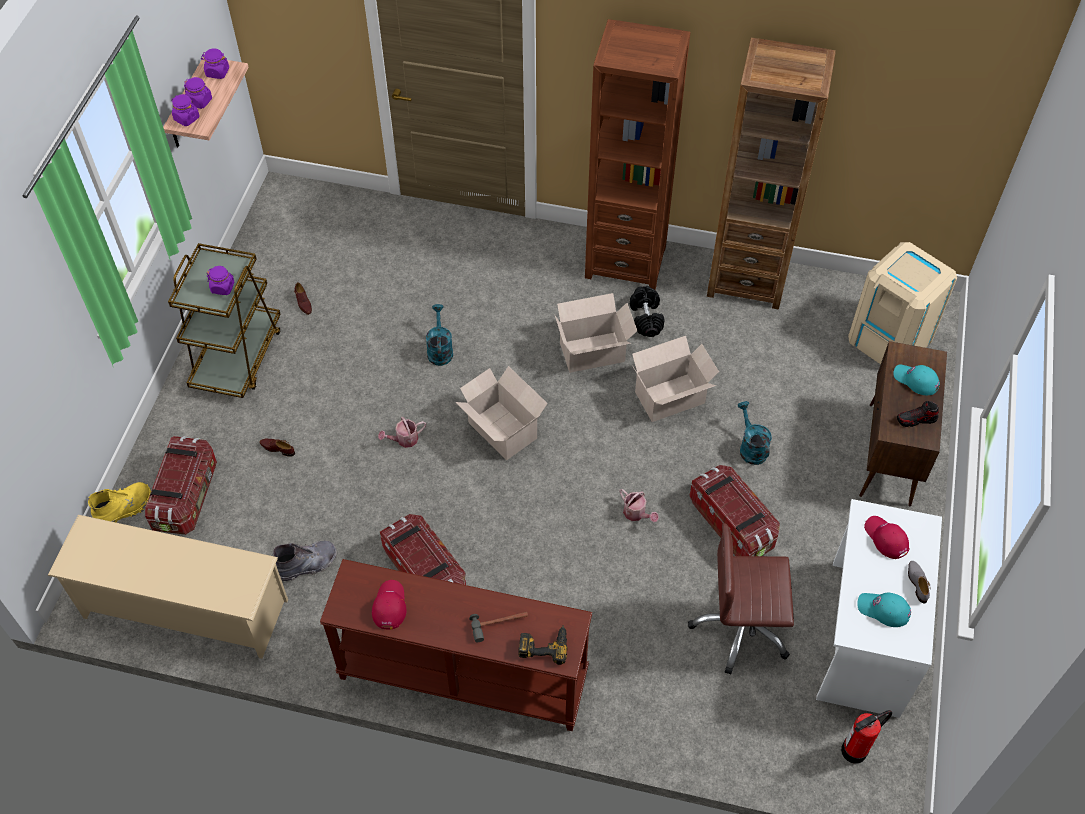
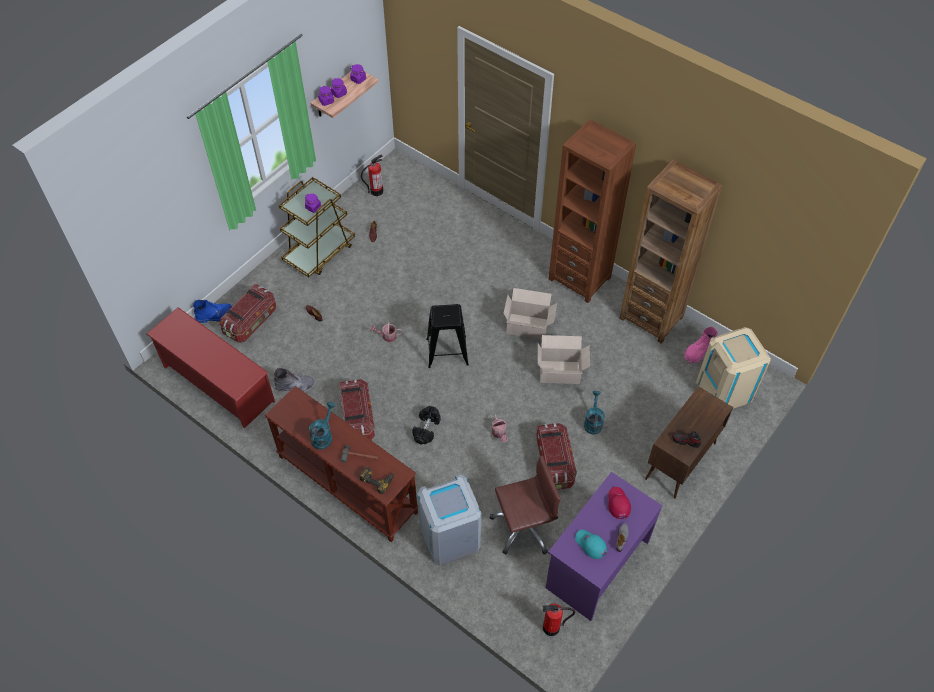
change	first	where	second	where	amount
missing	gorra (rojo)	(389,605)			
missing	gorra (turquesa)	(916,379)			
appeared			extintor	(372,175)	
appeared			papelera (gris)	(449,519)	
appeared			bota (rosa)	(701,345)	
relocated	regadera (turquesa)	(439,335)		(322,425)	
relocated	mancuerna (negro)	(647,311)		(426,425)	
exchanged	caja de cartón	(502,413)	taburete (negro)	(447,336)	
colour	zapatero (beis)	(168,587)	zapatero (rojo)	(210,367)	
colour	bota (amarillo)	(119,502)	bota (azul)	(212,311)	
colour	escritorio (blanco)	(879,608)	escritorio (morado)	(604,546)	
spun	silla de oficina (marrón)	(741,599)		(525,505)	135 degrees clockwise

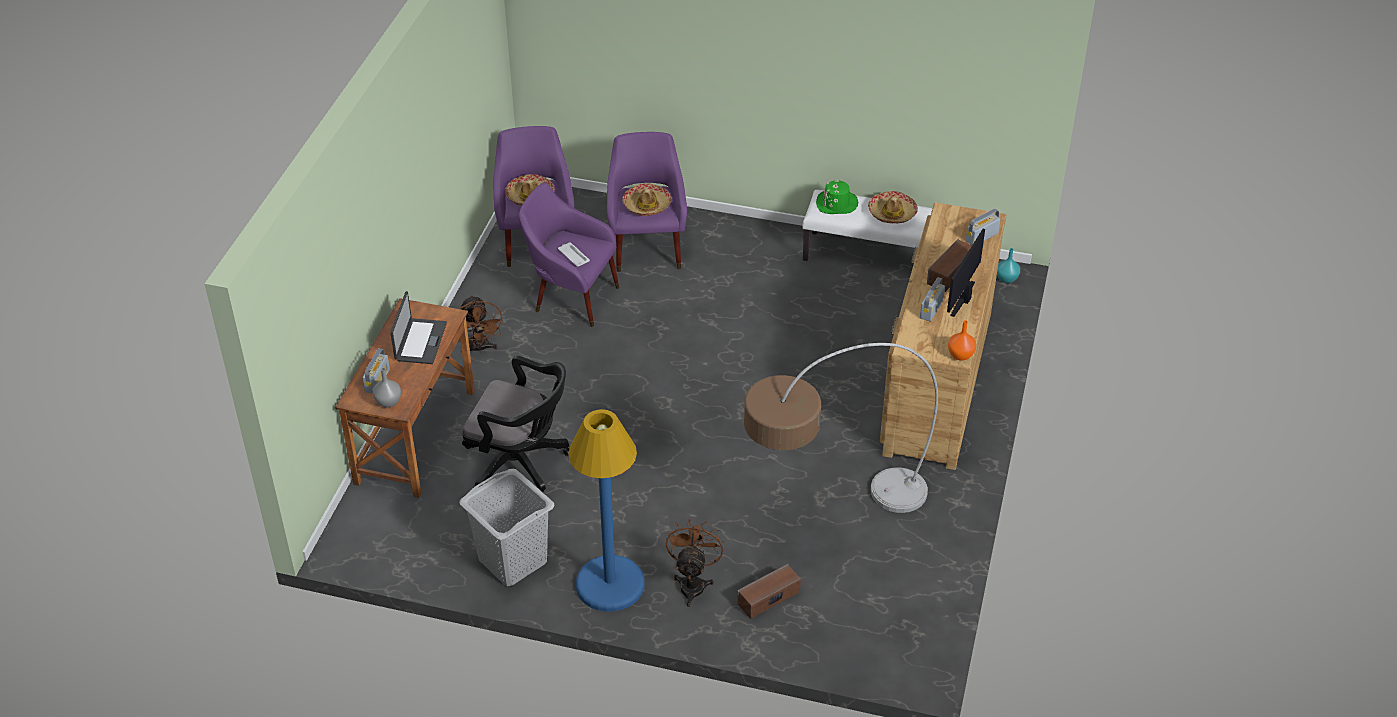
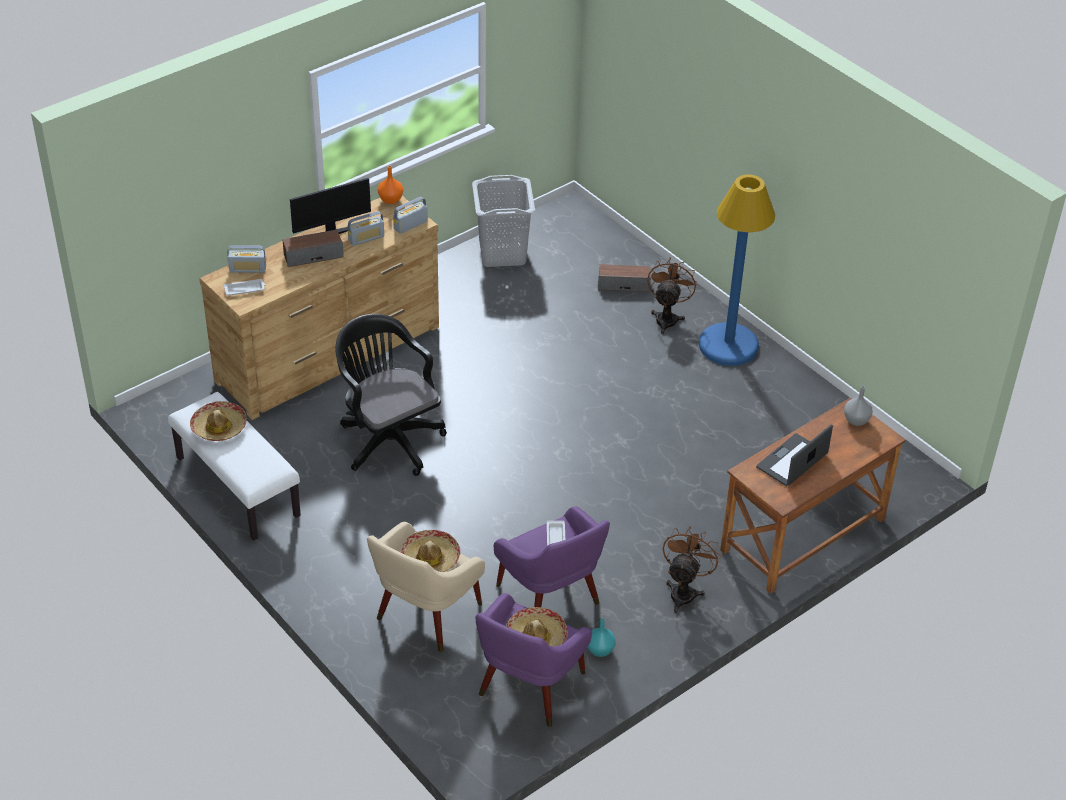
change	first	where	second	where	amount
missing	lámpara de pie	(841,428)			
missing	sombrero (verde)	(837,197)			
appeared			bandeja (blanco)	(245,287)	
relocated	radio	(376,371)		(410,215)	
relocated	cesto de la ropa (gris)	(507,527)		(503,221)	
relocated	silla de oficina (negro)	(515,423)		(391,395)	
relocated	florero (turquesa)	(1008,265)		(602,637)	
colour	sillón (morado)	(647,202)	sillón (beis)	(426,587)	
spun	ventilador (marrón)	(695,563)		(672,295)	150 degrees clockwise

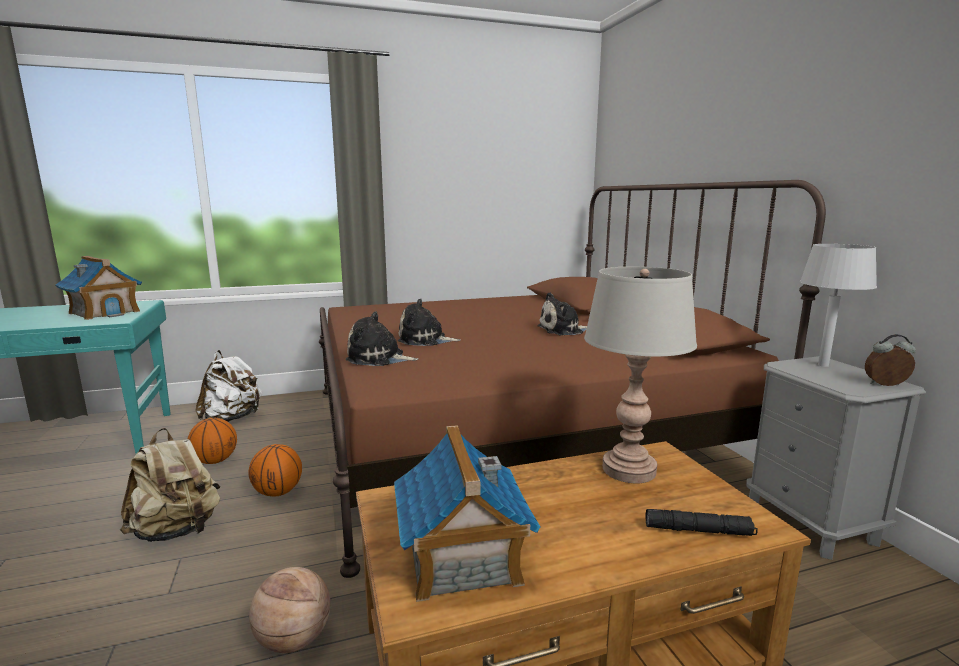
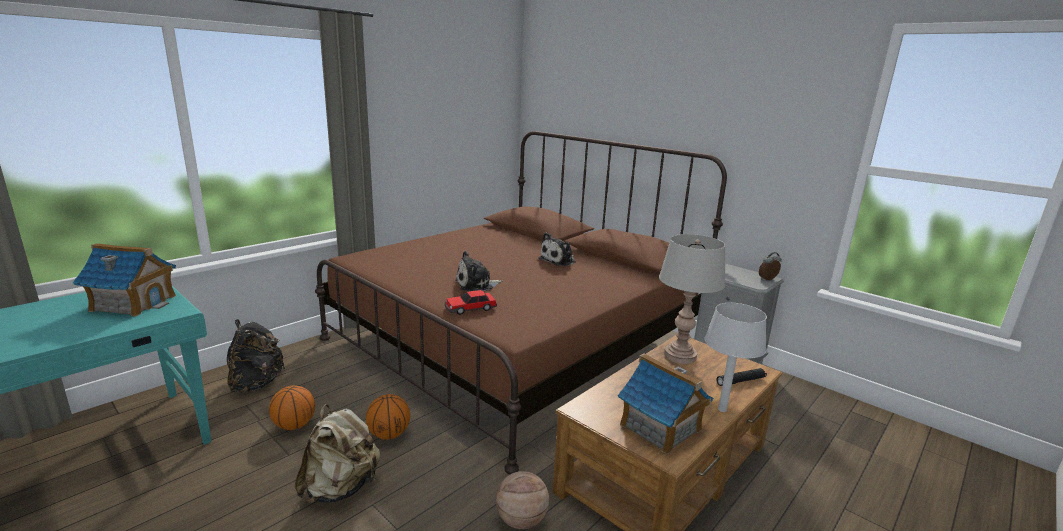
change	first	where	second	where	amount
relocated	lámpara de mesa (gris)	(838,305)		(735,357)	
exchanged	peluche	(381,338)	coche de juguete	(471,302)	
colour	mochila (blanco)	(229,386)	mochila (negro)	(256,356)	

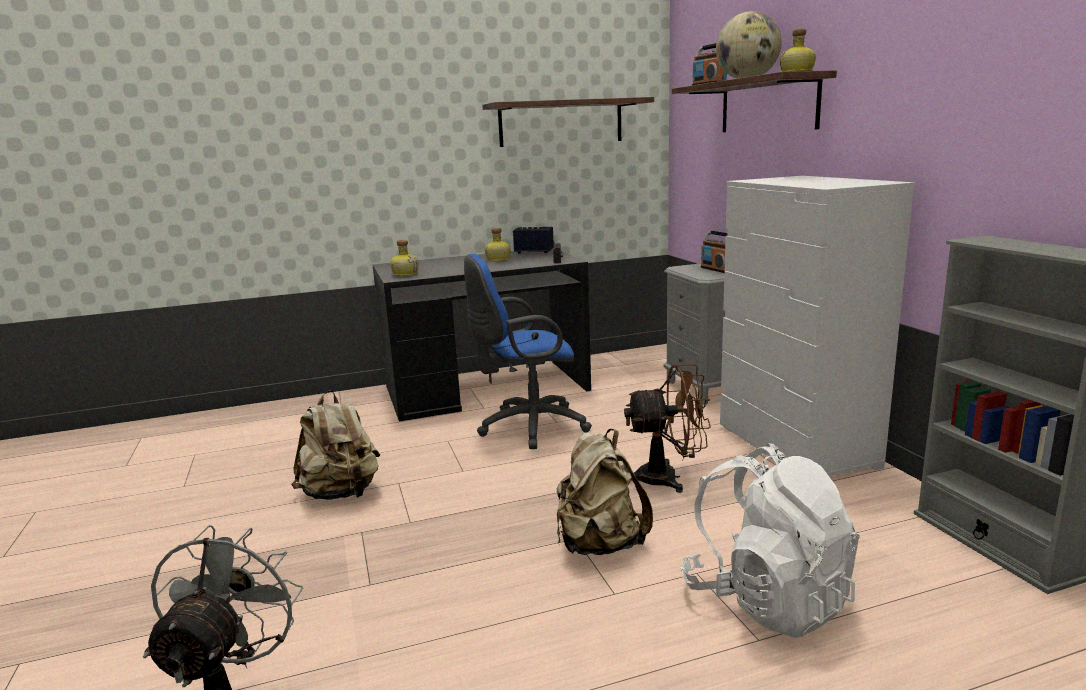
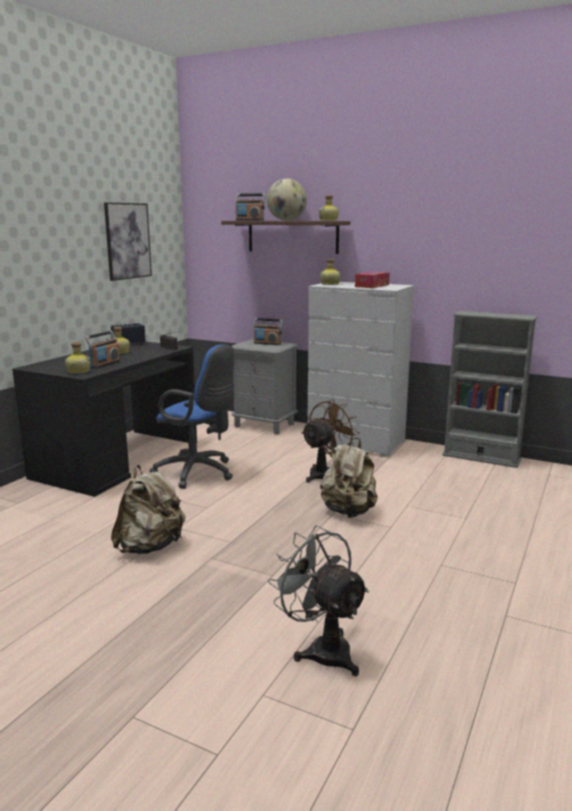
change	first	where	second	where	amount
missing	mochila (blanco)	(770,540)			
appeared			radio	(102,349)	
appeared			botella	(330,272)	
appeared			caja de pañuelos	(372,280)	
exchanged	estante	(568,122)	cuadro	(128,241)	
spun	silla de oficina (azul)	(528,351)		(191,416)	90 degrees counterclockwise

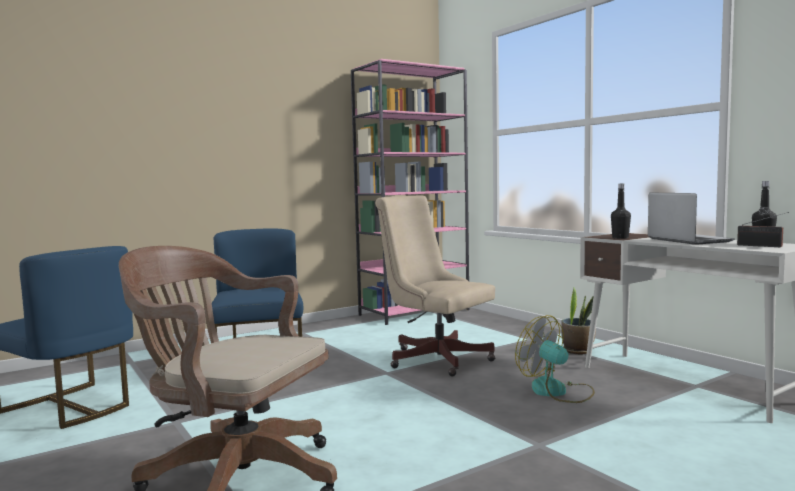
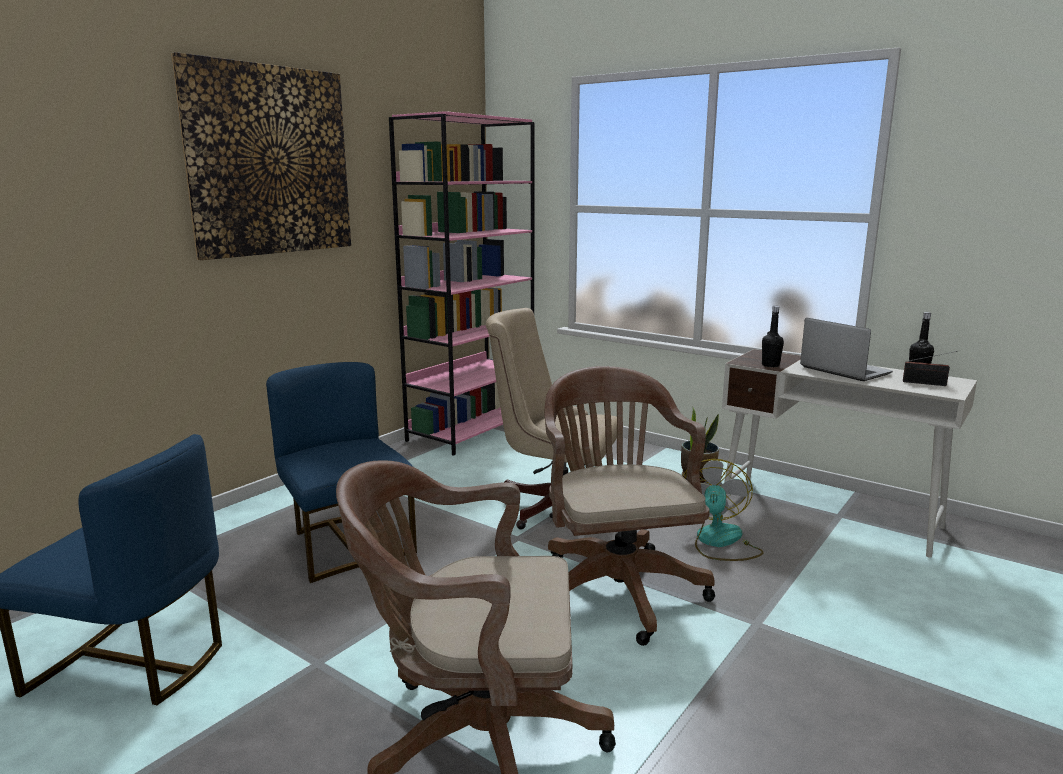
change	first	where	second	where	amount
appeared			cuadro	(261,156)	
appeared			silla de oficina (marrón)	(630,506)	
spun	ventilador	(555,359)		(723,510)	75 degrees clockwise

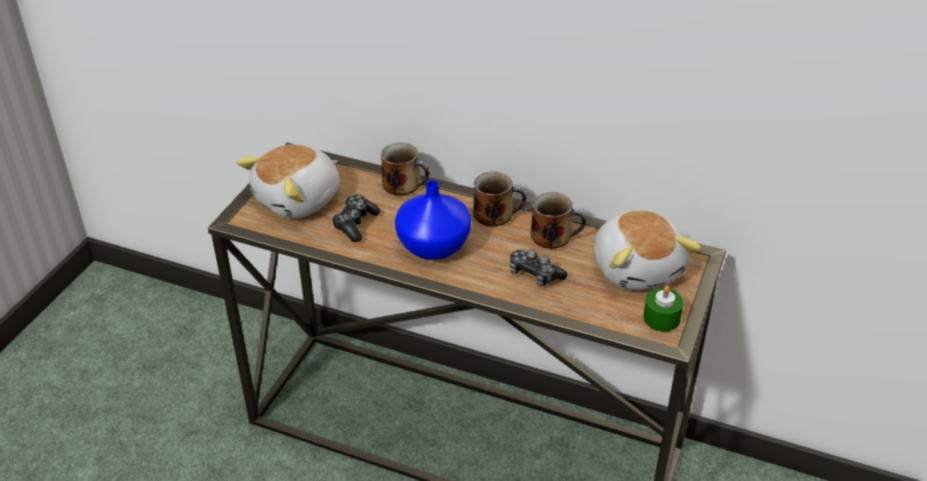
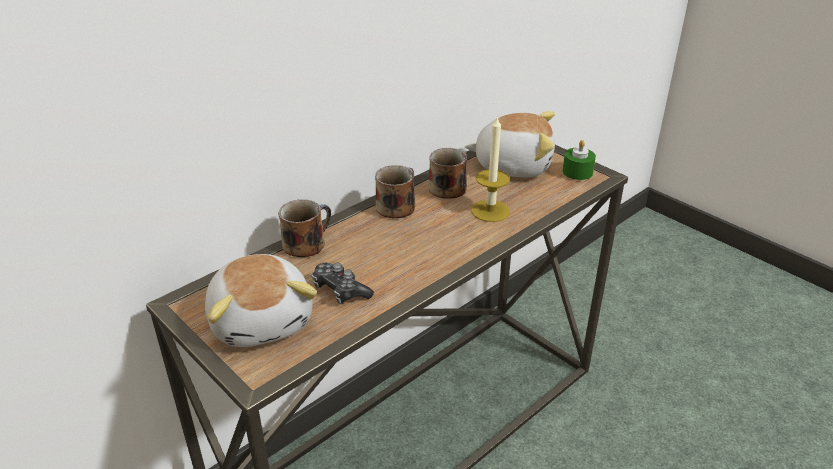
change	first	where	second	where	amount
missing	florero (azul)	(433,220)			
exchanged	mando de consola	(538,268)	vela	(490,168)	

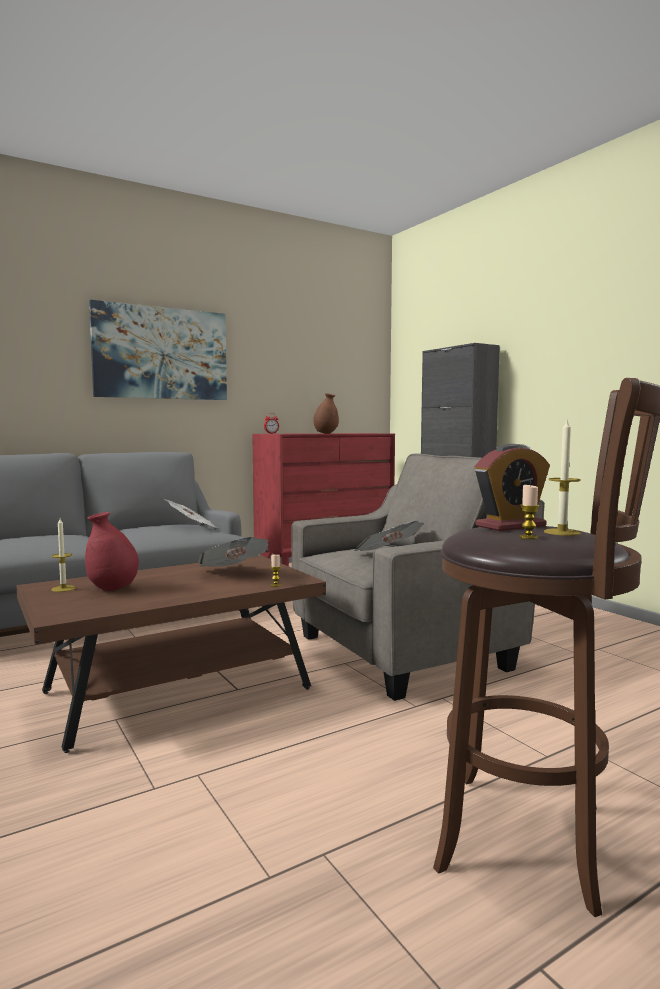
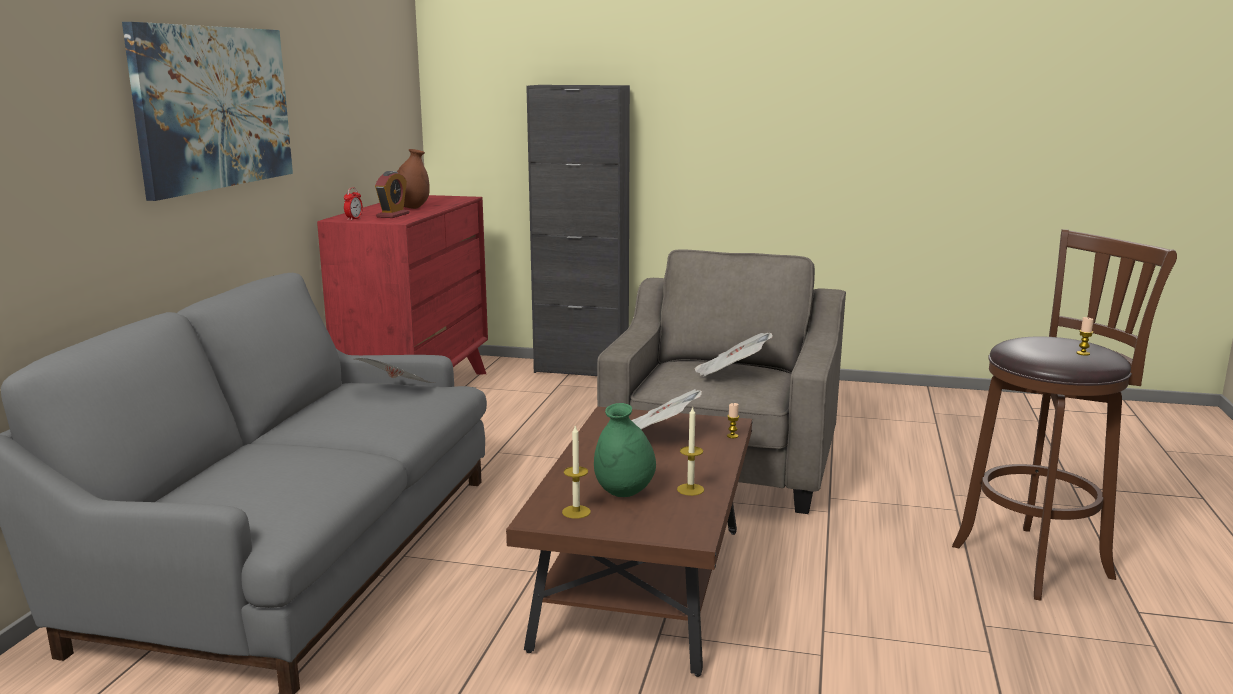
change	first	where	second	where	amount
relocated	despertador	(512,487)		(392,194)	
relocated	vela	(562,478)		(690,451)	
colour	florero (rojo)	(112,551)	florero (verde)	(625,450)	

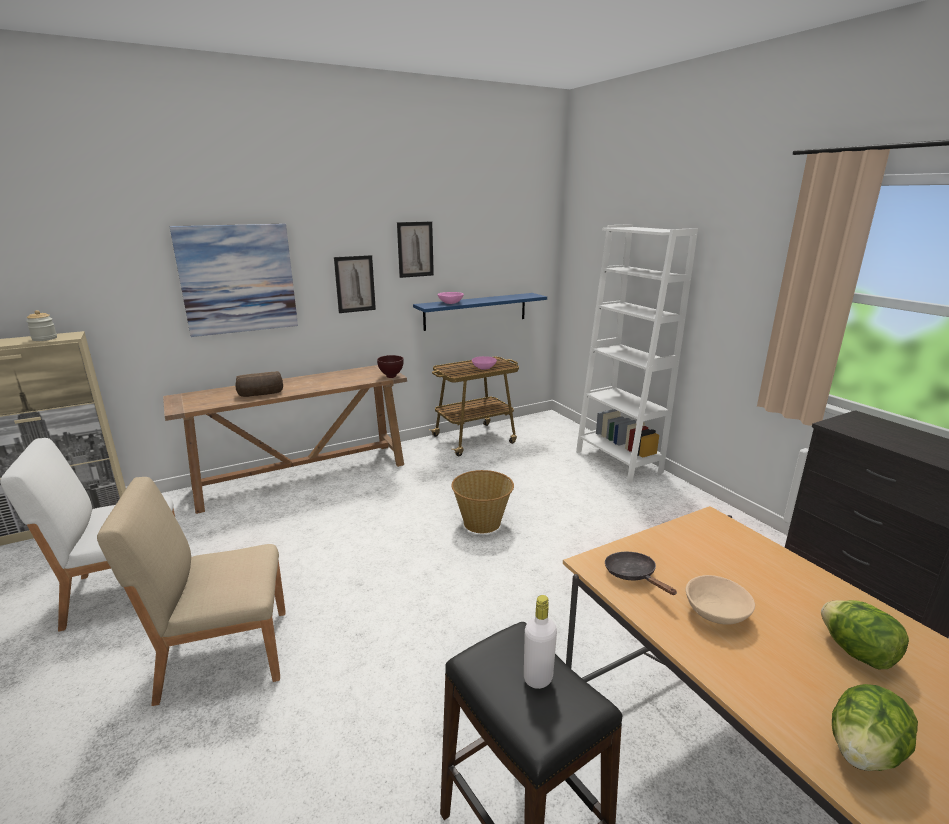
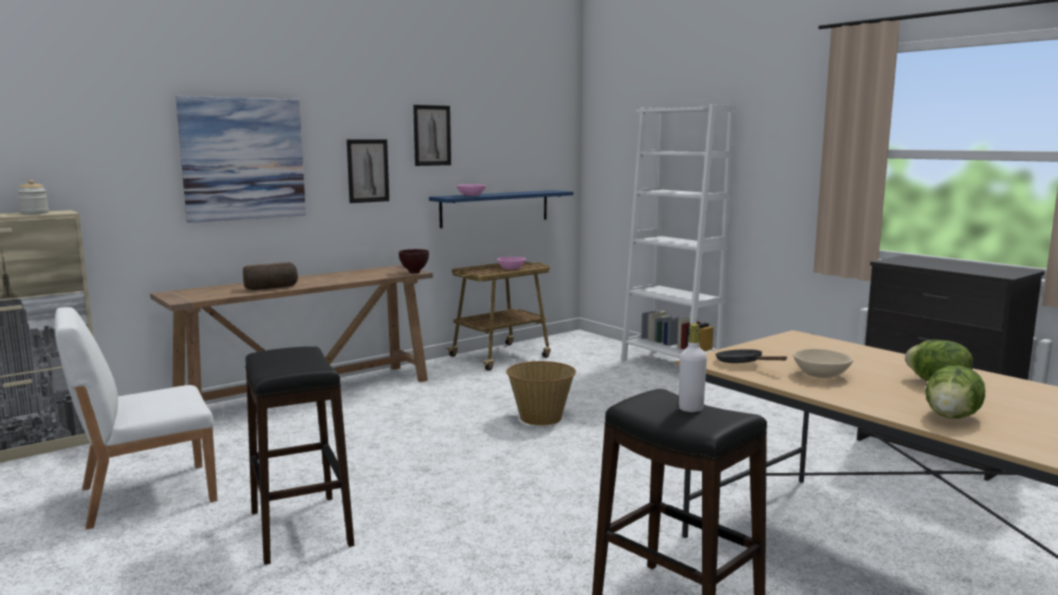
change	first	where	second	where	amount
exchanged	silla (beis)	(191,591)	taburete (negro)	(299,455)	

